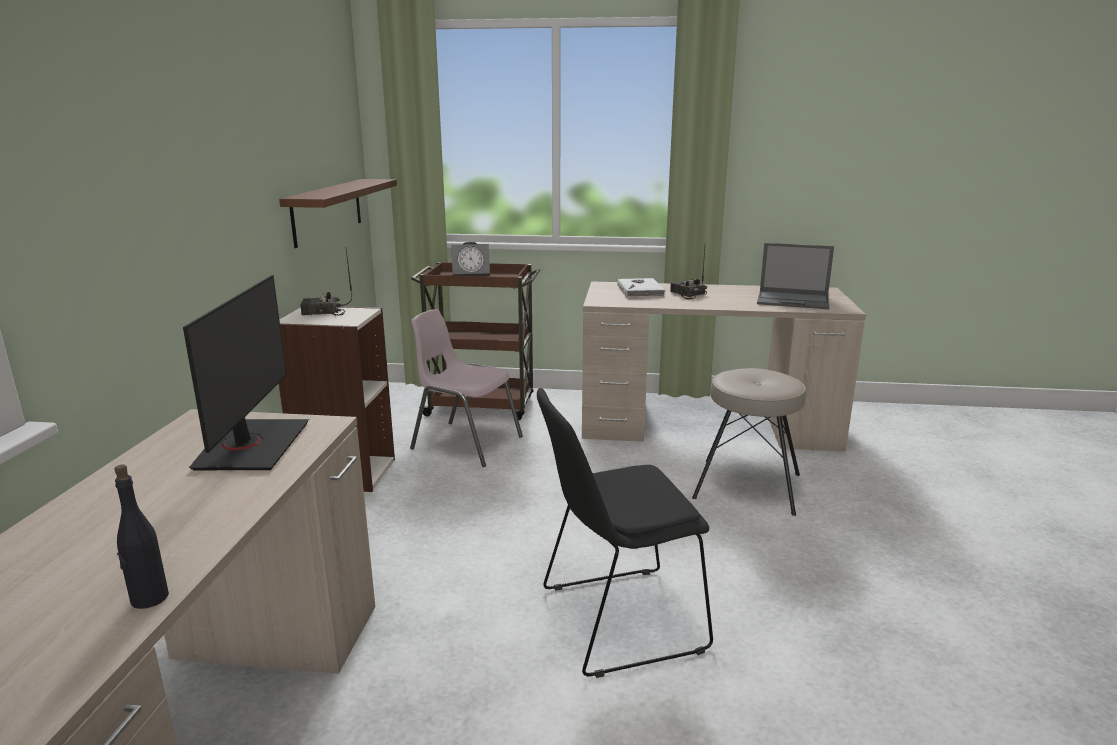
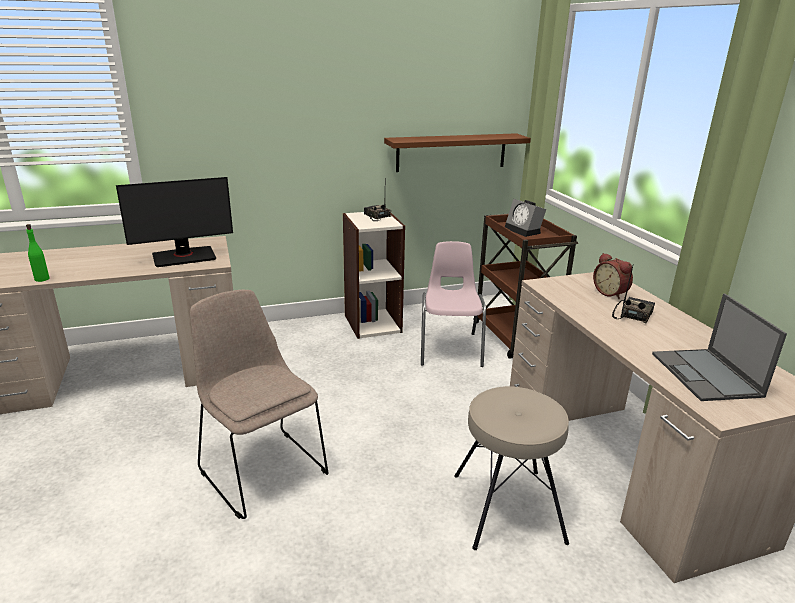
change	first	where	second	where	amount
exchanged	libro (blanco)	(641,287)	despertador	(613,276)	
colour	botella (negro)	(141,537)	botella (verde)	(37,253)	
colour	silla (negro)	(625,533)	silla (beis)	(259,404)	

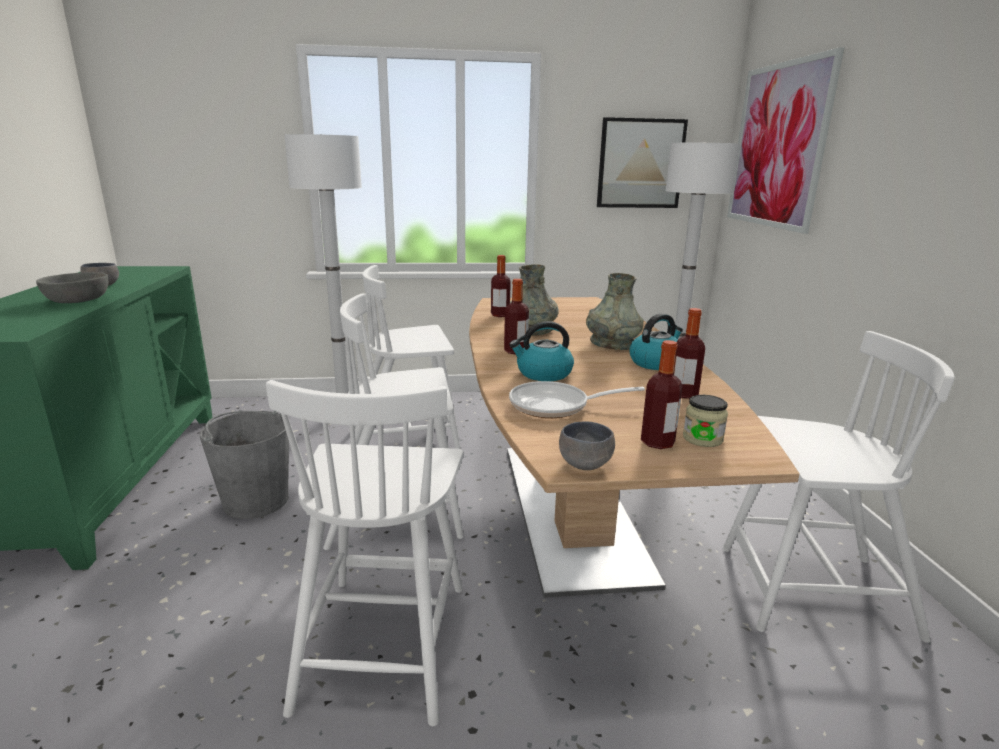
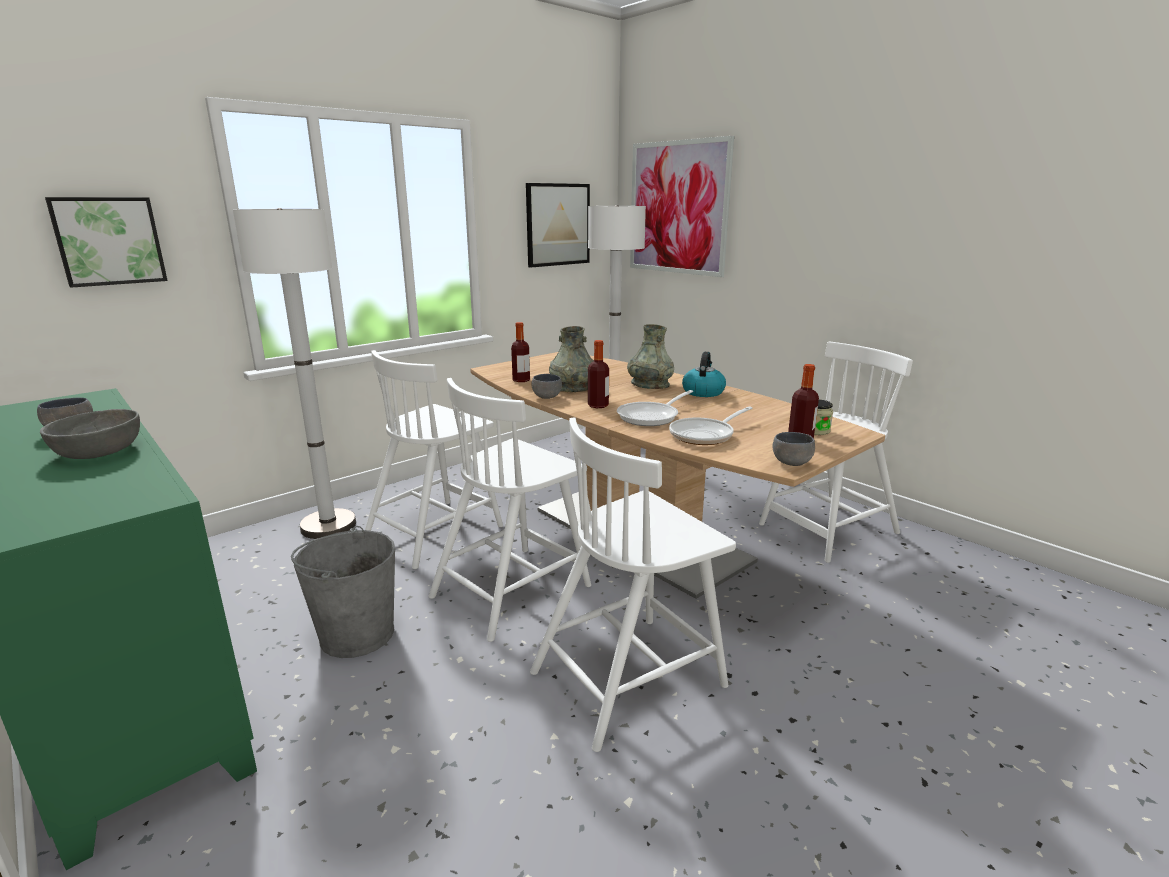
change	first	where	second	where	amount
missing	botella	(689,353)			
appeared			cuadro	(106,242)	
appeared			cuenco (gris)	(546,386)	
exchanged	hervidor	(541,351)	sartén	(655,408)	
spun	silla (blanco)	(364,553)		(633,584)	90 degrees clockwise

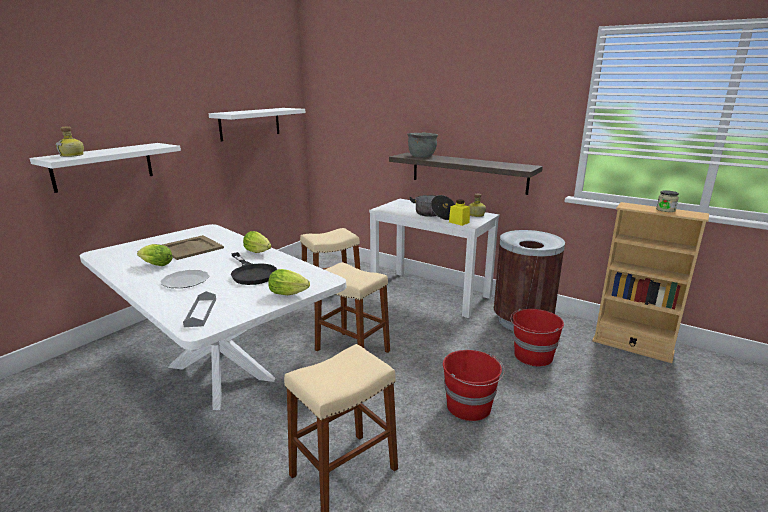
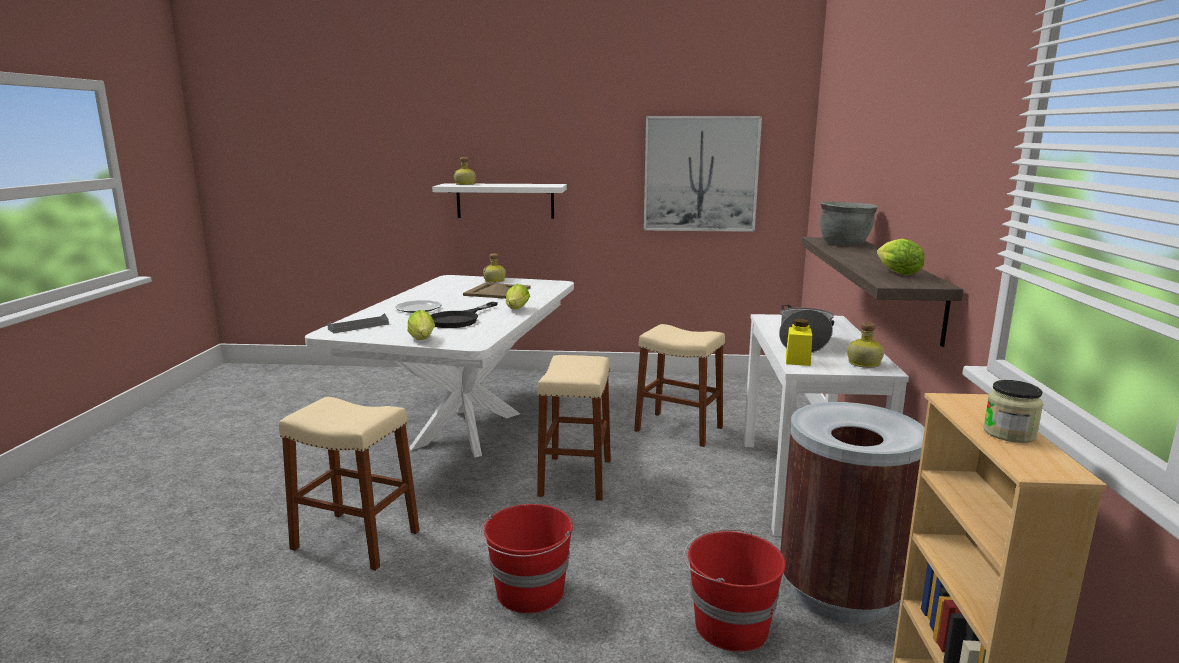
change	first	where	second	where	amount
appeared			botella	(494,268)	
relocated	lechuga	(155,255)		(901,257)	
exchanged	estante (blanco)	(256,125)	cuadro	(703,174)	

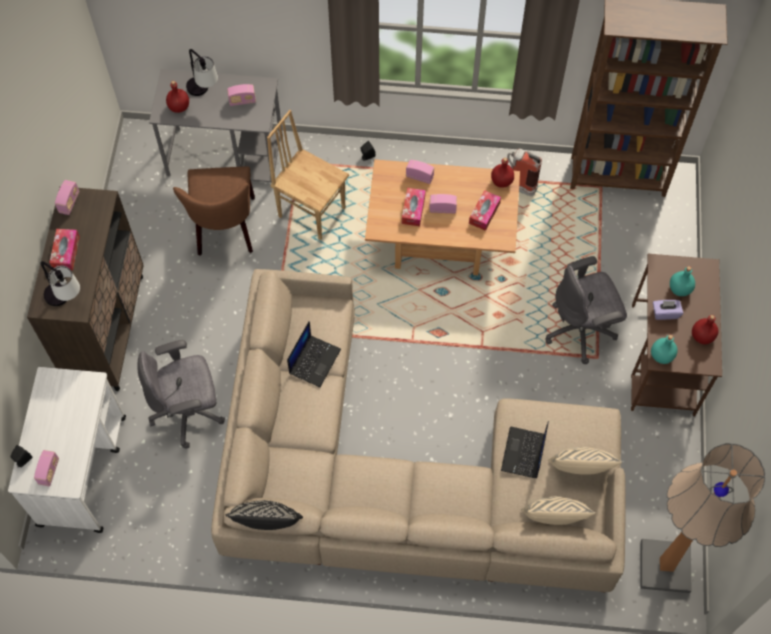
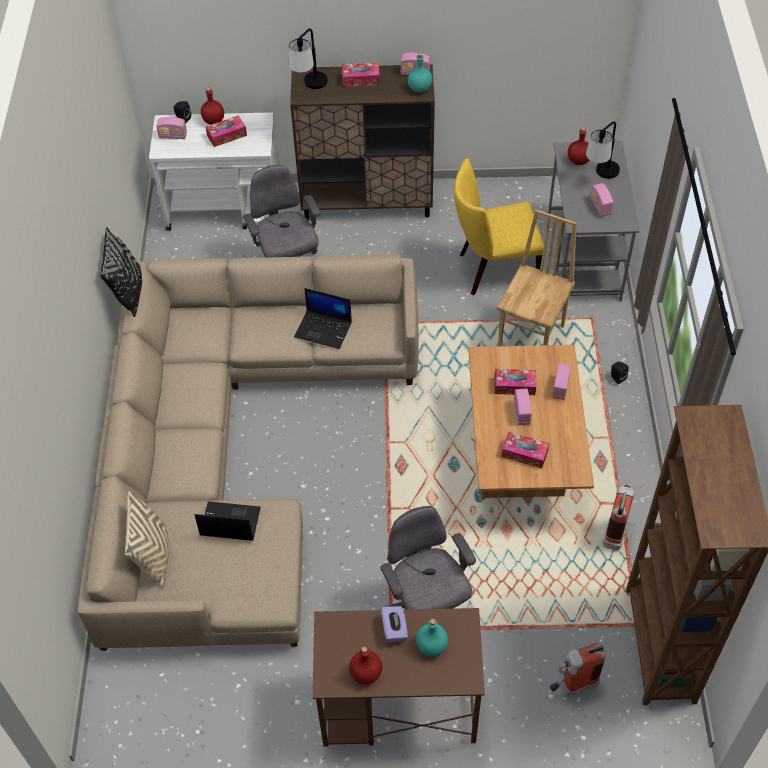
change	first	where	second	where	amount
missing	cojín (beis)	(585,461)			
missing	lámpara de pie	(702,518)			
appeared			caja de pañuelos	(226,131)	
appeared			extintor	(578,670)	
relocated	botella (rojo)	(502,172)		(212,106)	
relocated	botella (turquesa)	(664,349)		(420,73)	
colour	silla (marrón)	(214,211)	silla (amarillo)	(499,226)	

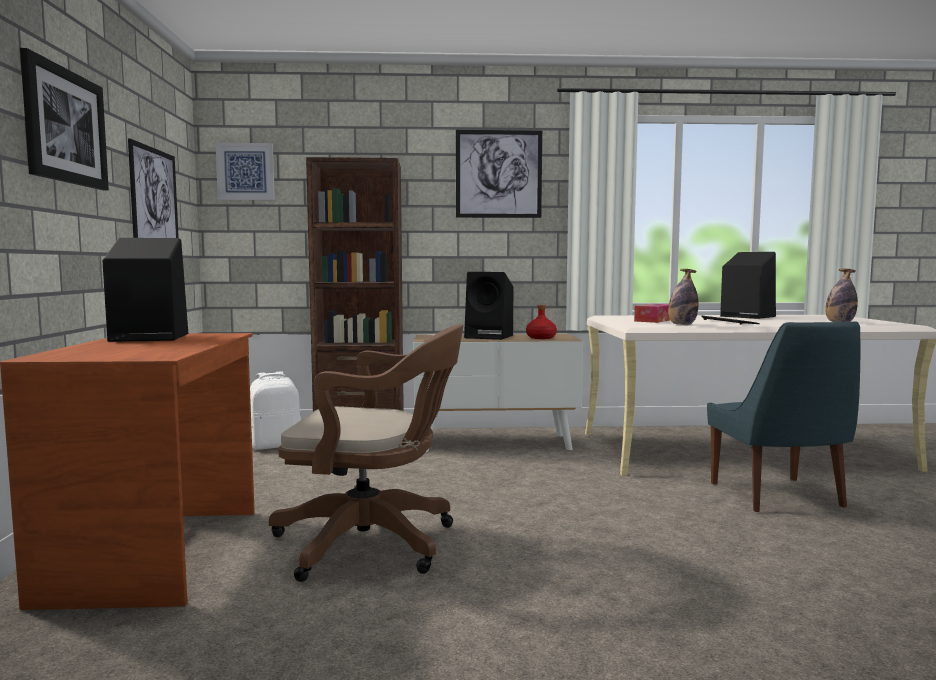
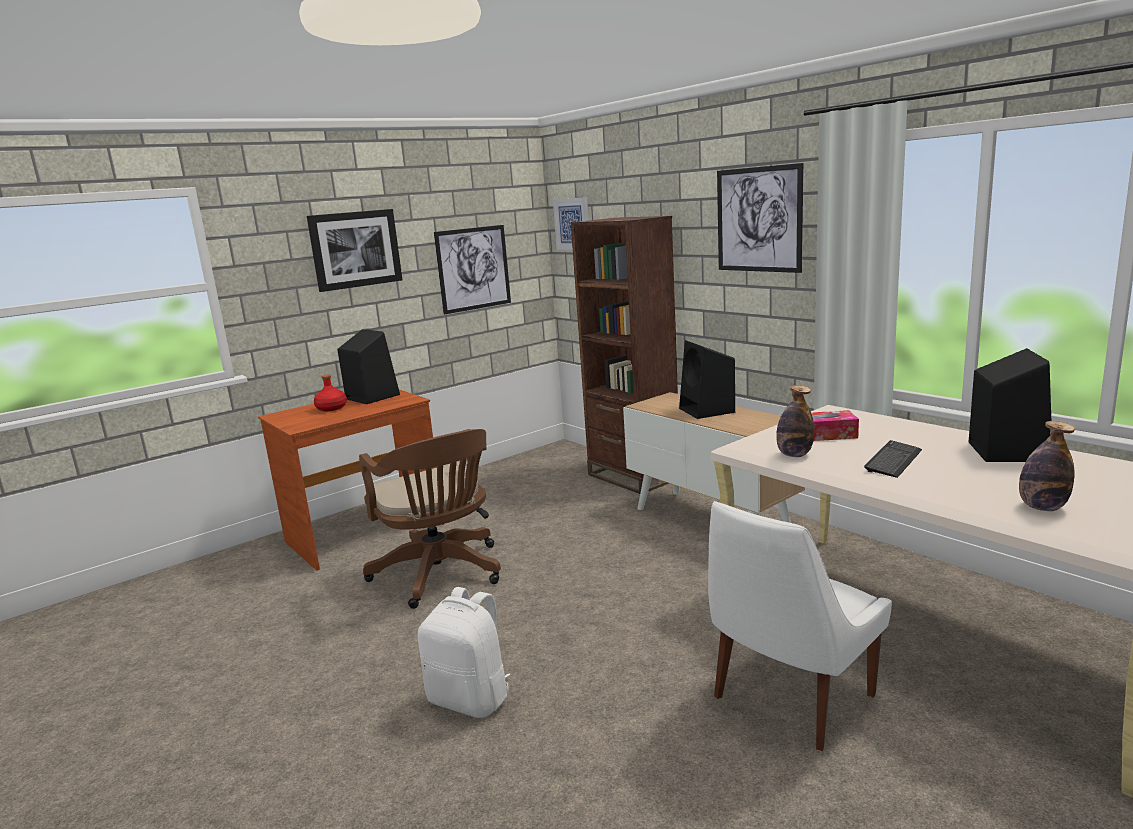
change	first	where	second	where	amount
relocated	mochila (blanco)	(275,411)		(464,652)	
relocated	botella (rojo)	(541,322)		(330,392)	
colour	silla (azul)	(783,416)	silla (blanco)	(800,626)	

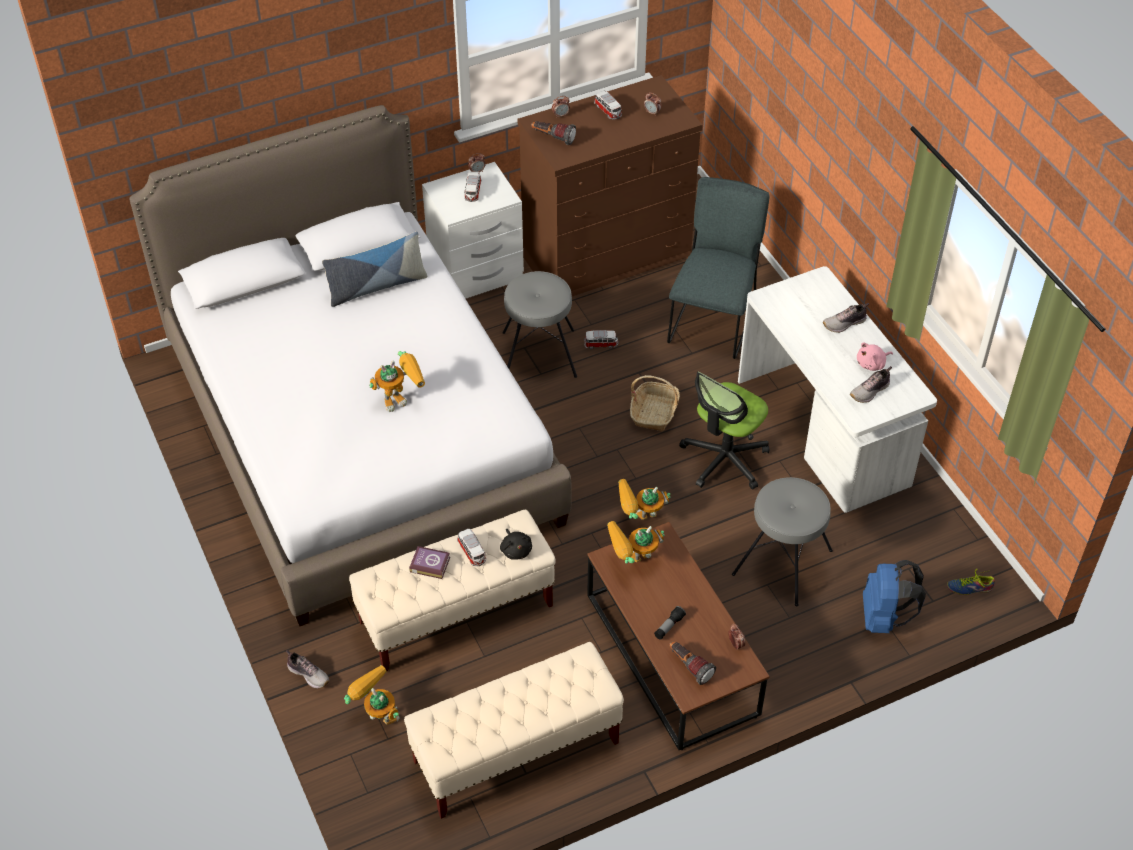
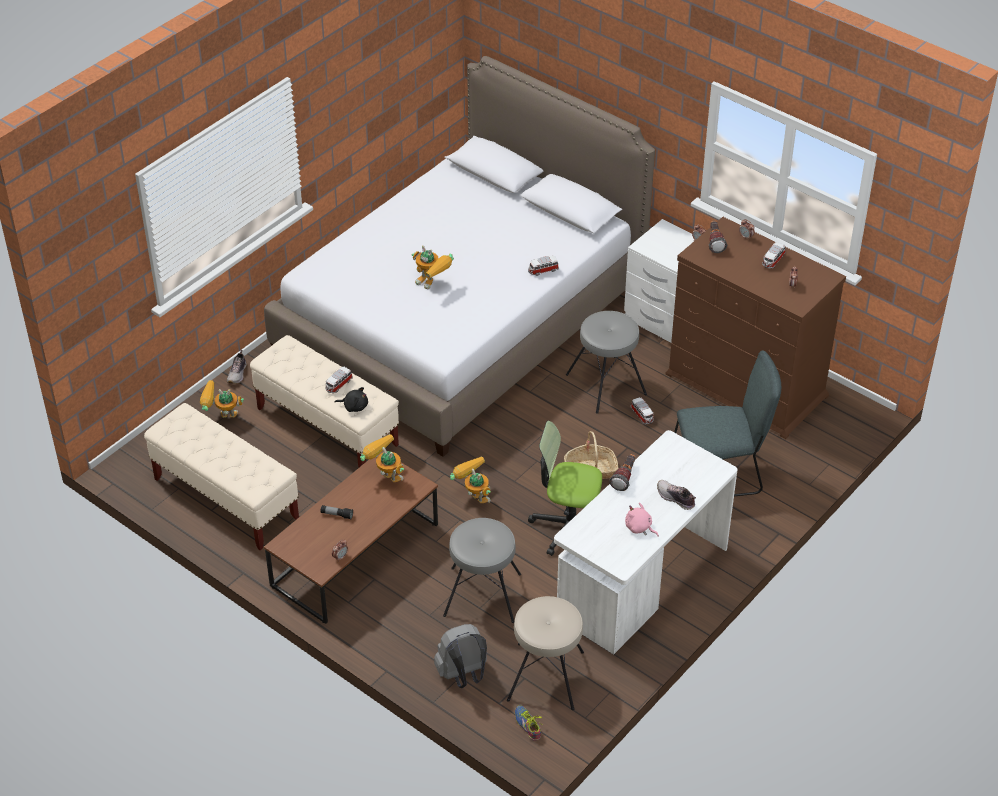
change	first	where	second	where	amount
missing	cojín	(374,269)			
missing	libro	(429,562)			
missing	zapato	(871,384)			
appeared			taburete (beis)	(545,653)	
relocated	coche de juguete	(472,187)		(543,265)	
relocated	linterna	(692,663)		(622,472)	
colour	mochila (azul)	(894,596)	mochila (gris)	(460,656)	
spun	robot de juguete	(372,695)		(222,399)	105 degrees counterclockwise
spun	peluche (negro)	(516,544)		(351,399)	120 degrees counterclockwise

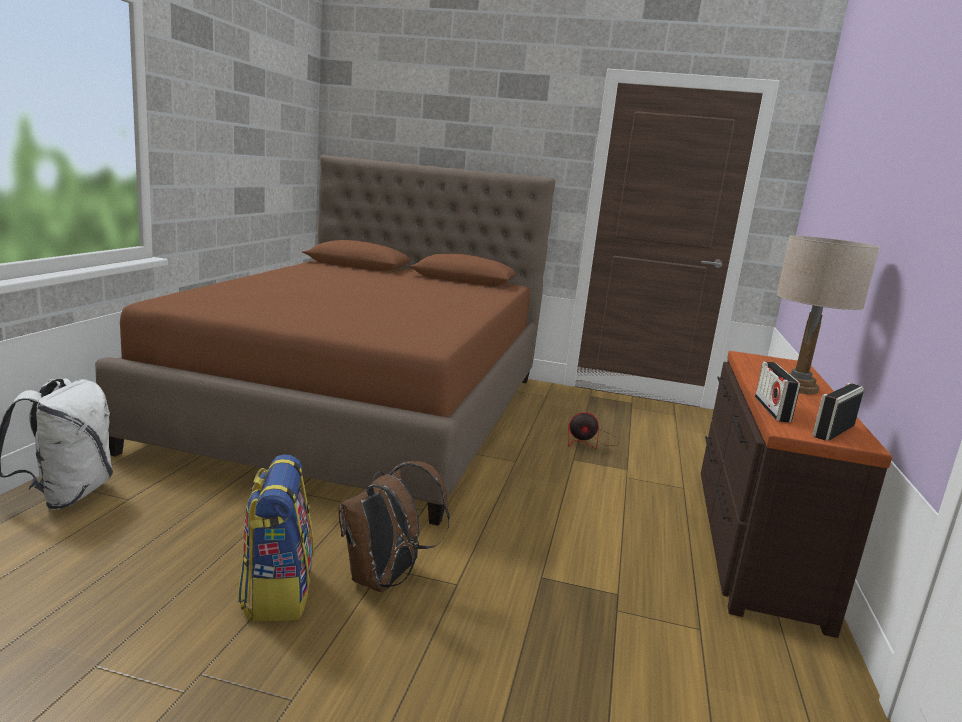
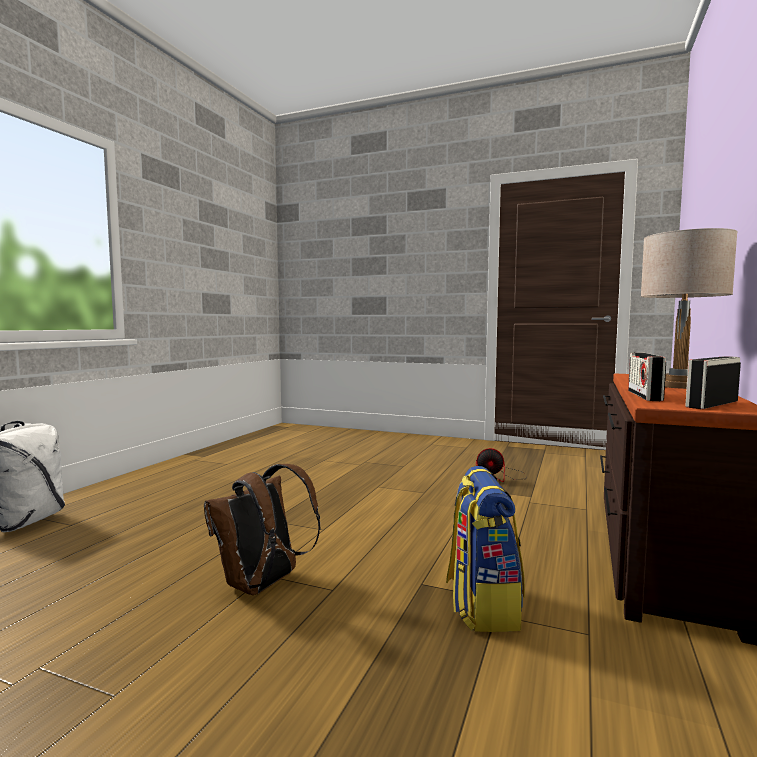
change	first	where	second	where	amount
missing	cama (marrón)	(325,340)			
relocated	mochila	(275,538)		(485,549)	

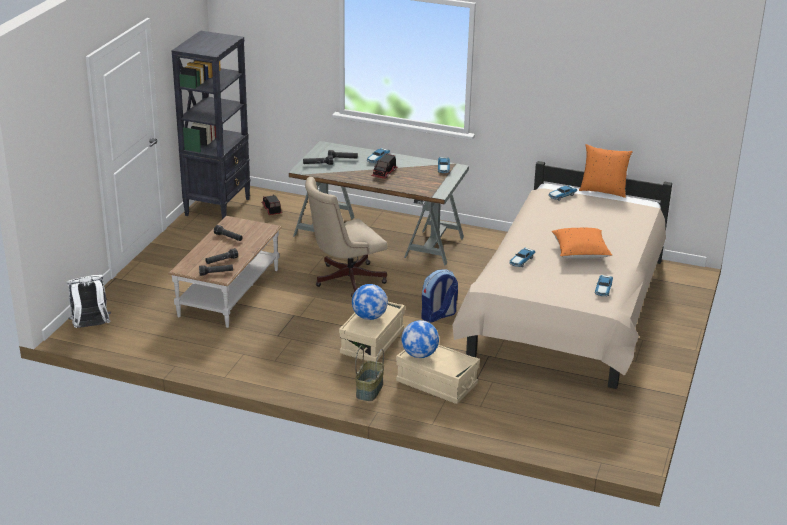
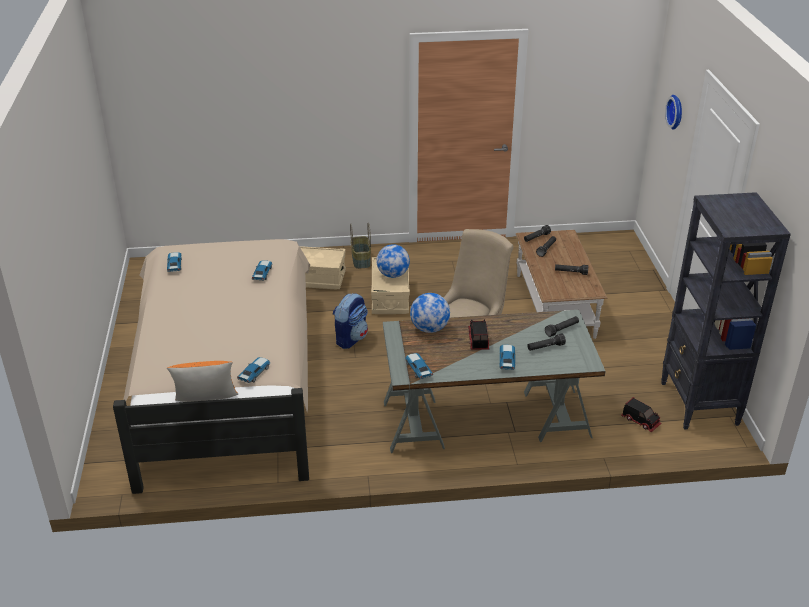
change	first	where	second	where	amount
missing	mochila (blanco)	(88,301)			
missing	cojín (naranja)	(582,243)			
appeared			reloj de pared	(673,112)	
relocated	globo terráqueo	(420,339)		(430,313)	

